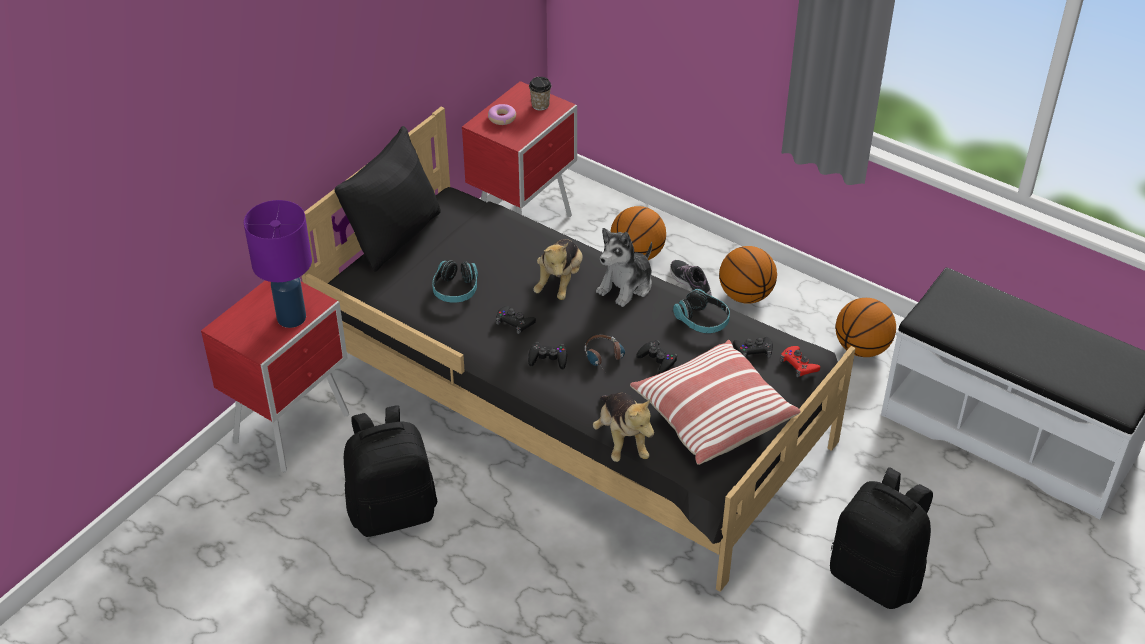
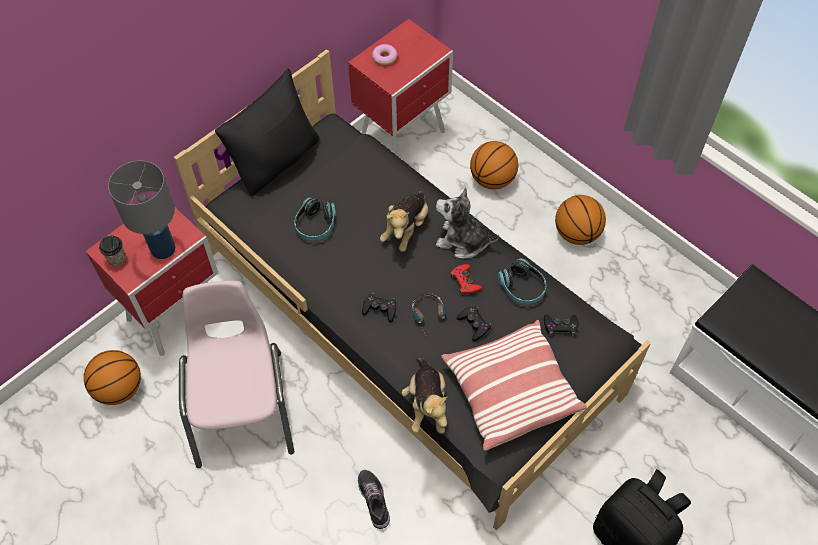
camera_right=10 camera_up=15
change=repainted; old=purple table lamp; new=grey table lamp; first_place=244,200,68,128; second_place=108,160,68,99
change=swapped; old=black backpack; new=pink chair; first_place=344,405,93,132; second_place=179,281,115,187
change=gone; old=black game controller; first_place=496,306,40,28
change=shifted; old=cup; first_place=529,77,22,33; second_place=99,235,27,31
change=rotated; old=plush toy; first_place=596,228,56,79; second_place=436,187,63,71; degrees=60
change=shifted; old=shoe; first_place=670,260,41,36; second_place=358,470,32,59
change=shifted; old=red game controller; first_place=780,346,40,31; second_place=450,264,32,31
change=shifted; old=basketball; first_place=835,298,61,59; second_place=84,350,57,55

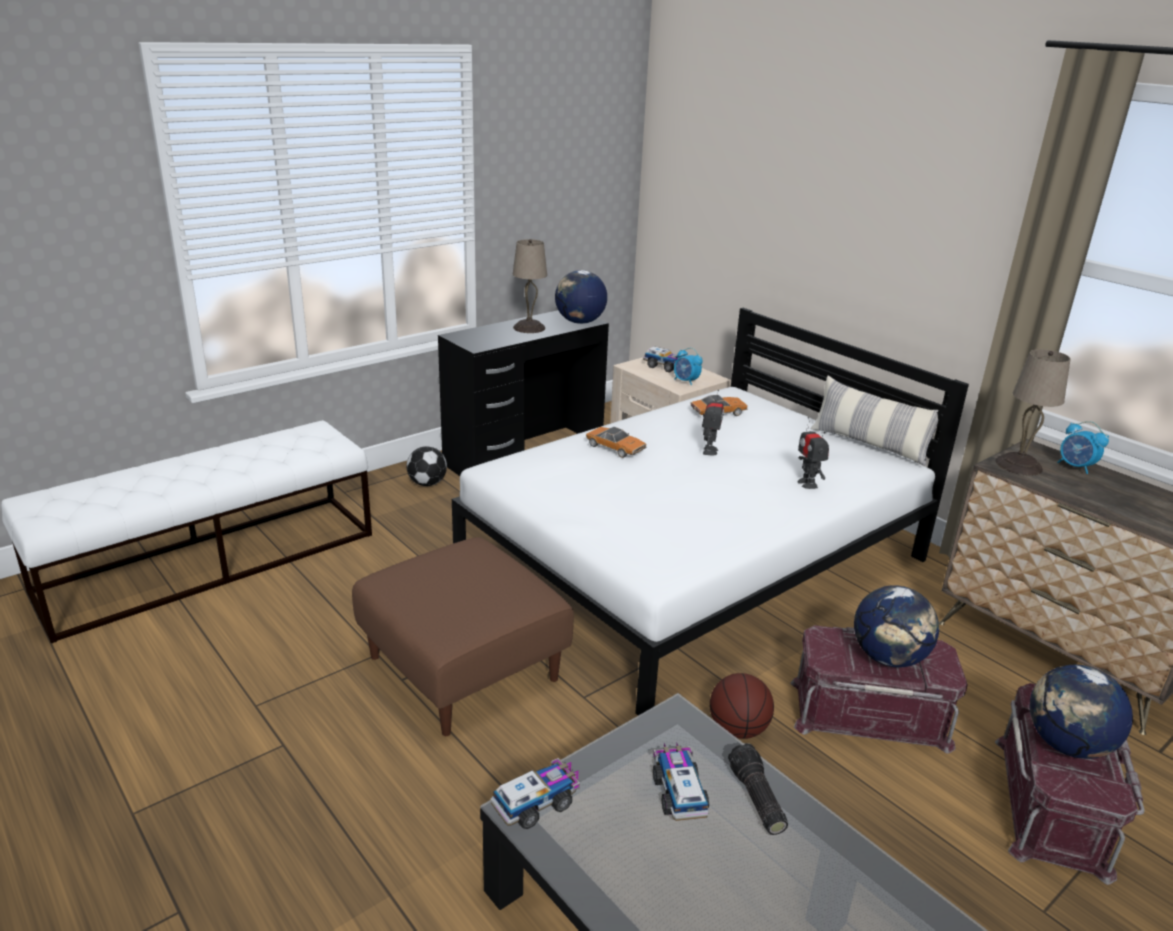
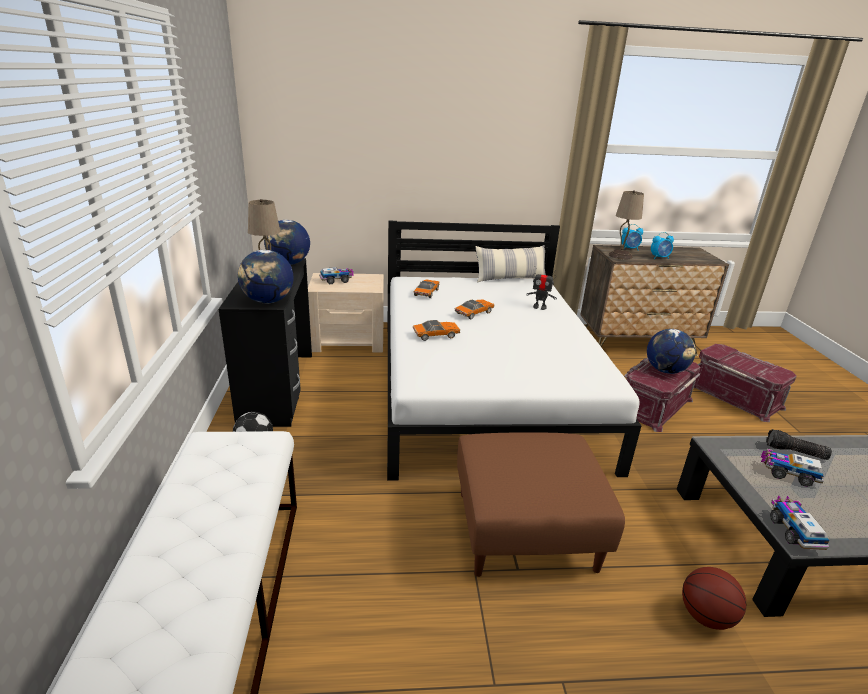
camera_right=-55 camera_up=0
change=shifted; old=alarm clock; first_place=674,348,29,37; second_place=651,232,23,27
change=swapped; old=toy robot; new=toy car; first_place=702,390,22,65; second_place=454,299,40,20
change=shifted; old=basketball; first_place=710,673,64,66; second_place=682,567,64,63
change=shifted; old=globe; first_place=1030,665,103,94; second_place=238,250,56,53

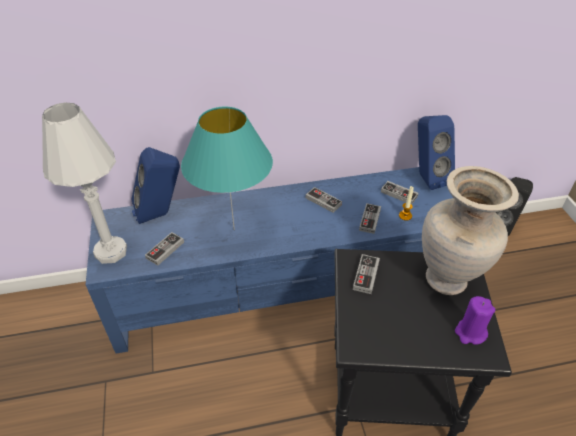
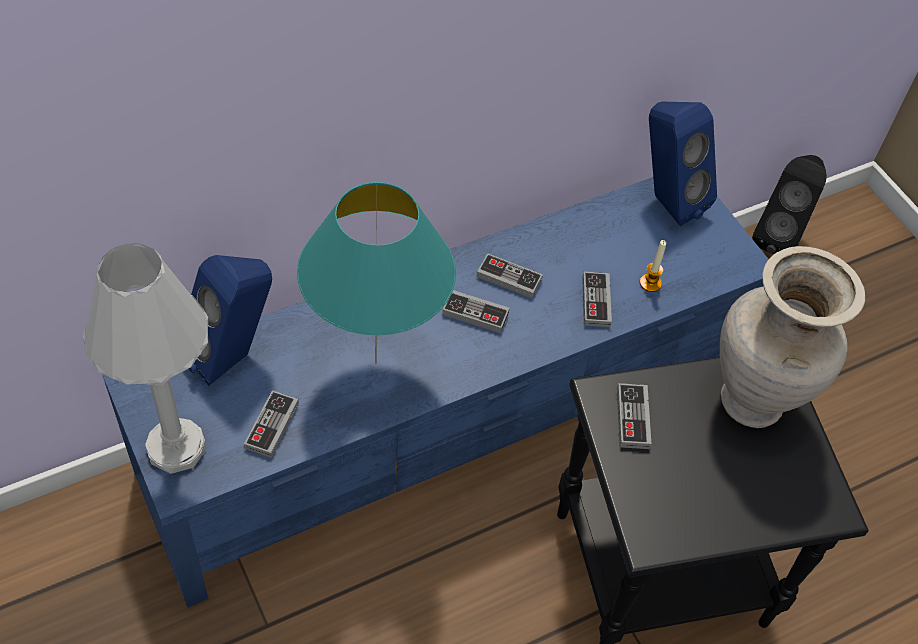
camera_right=-20 camera_up=10
change=shifted; old=game controller; first_place=381,181,37,24; second_place=442,290,68,43
change=gone; old=purple candle; first_place=455,296,40,49

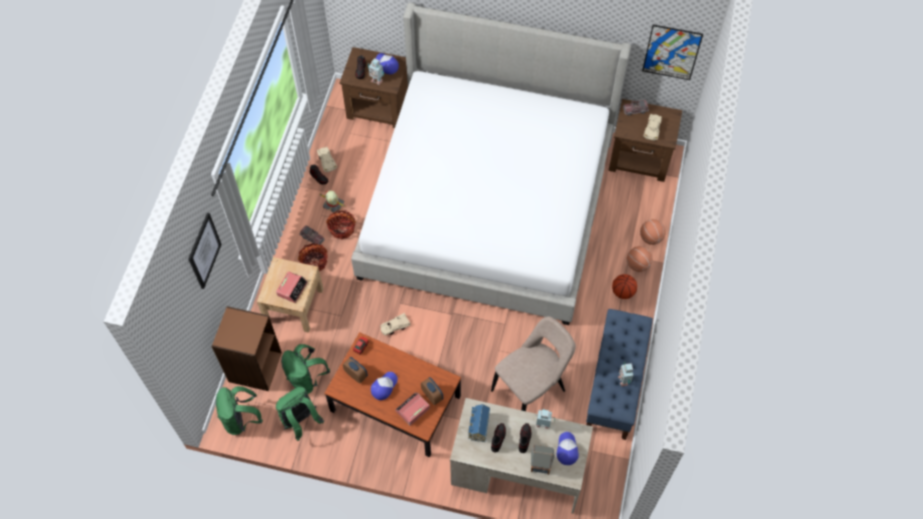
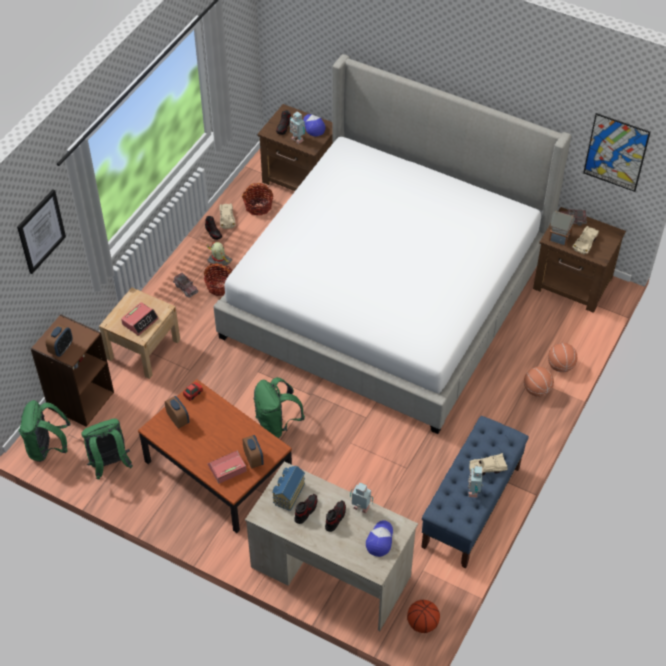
camera_right=15 camera_up=-10
change=shifted; old=green backpack; first_place=281,344,49,50; second_place=254,377,51,61
change=shifted; old=basket; first_place=298,243,30,29; second_place=242,183,32,33
change=gone; old=cap; first_place=371,372,27,28
change=shifted; old=beige toy car; first_place=380,313,31,23; second_place=469,453,38,23
change=gone; old=beige chair; first_place=491,316,85,95
change=shifted; old=toy house; first_place=530,445,25,30; second_place=549,210,26,36
change=shifted; old=basketball; first_place=612,274,25,25; second_place=407,600,33,33
change=new; new=alarm clock; second_place=46,324,27,33

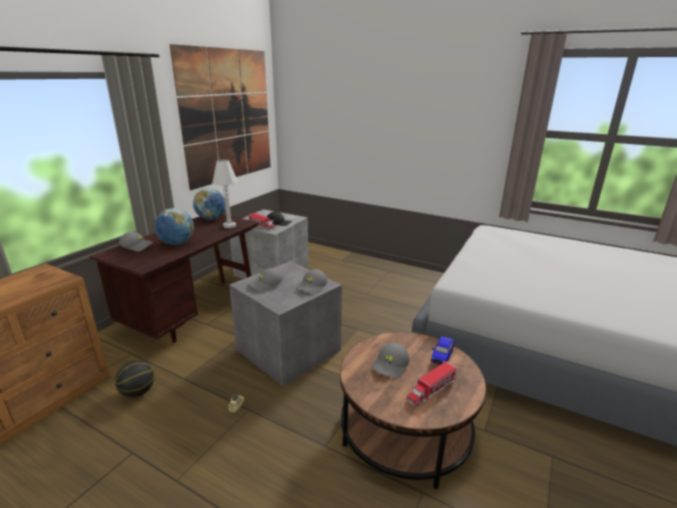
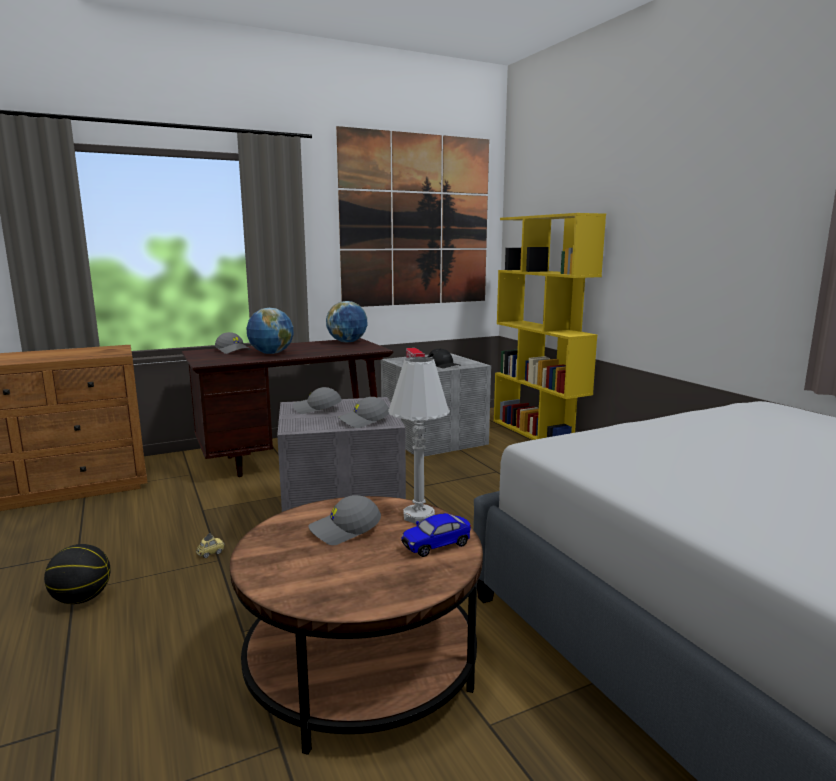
camera_right=35 camera_up=-10
change=shifted; old=basketball; first_place=115,361,39,36; second_place=44,544,67,60
change=shifted; old=white table lamp; first_place=212,160,26,68; second_place=388,357,62,167
change=gone; old=toy truck; first_place=407,361,49,45
change=new; new=yellow bookcase; second_place=494,213,112,227

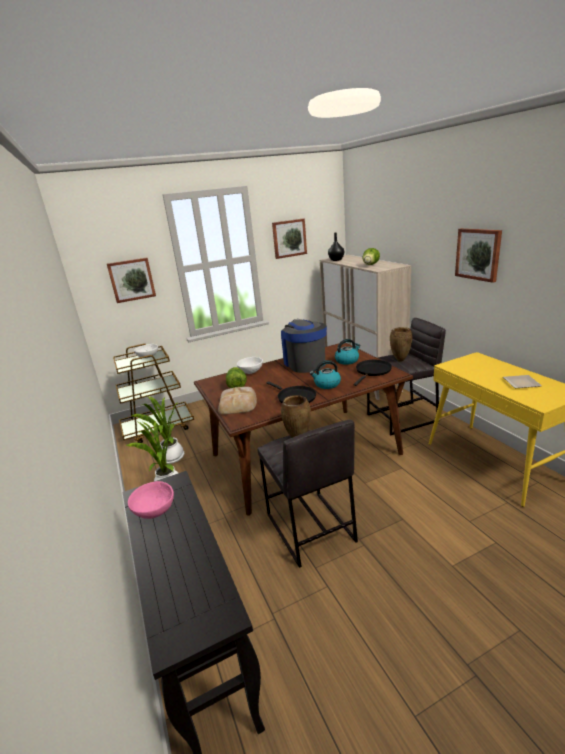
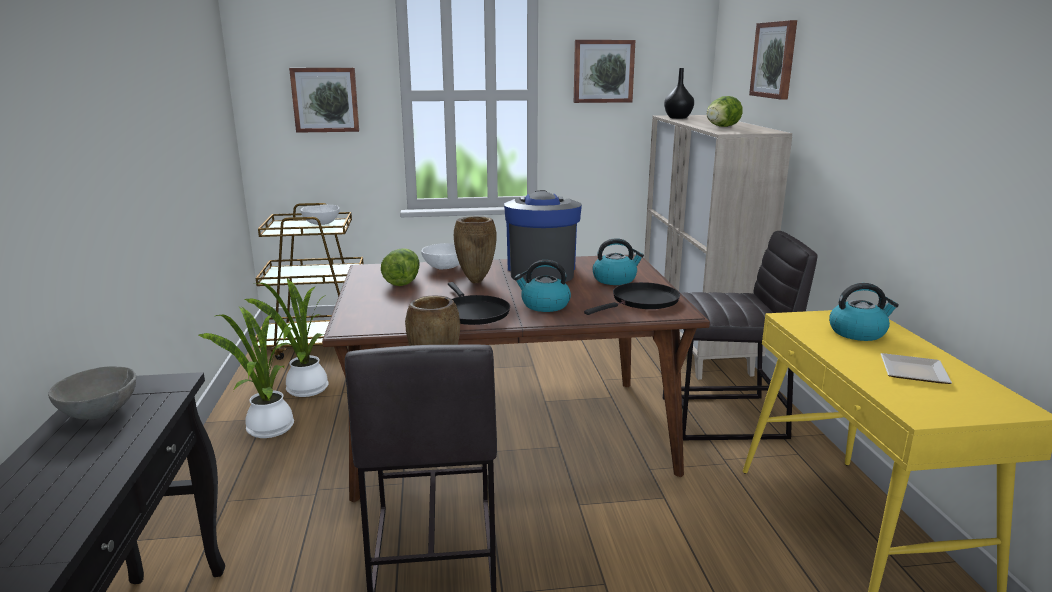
camera_right=15 camera_up=-5
change=repainted; old=pink bowl; new=grey bowl; first_place=128,481,46,38; second_place=48,366,88,54
change=gone; old=bread; first_place=218,387,39,27
change=shifted; old=brown vase; first_place=390,327,22,35; second_place=454,216,42,67
change=shifted; old=picture; first_place=455,228,47,55; second_place=749,20,48,80
change=new; new=kettle; second_place=829,283,70,58

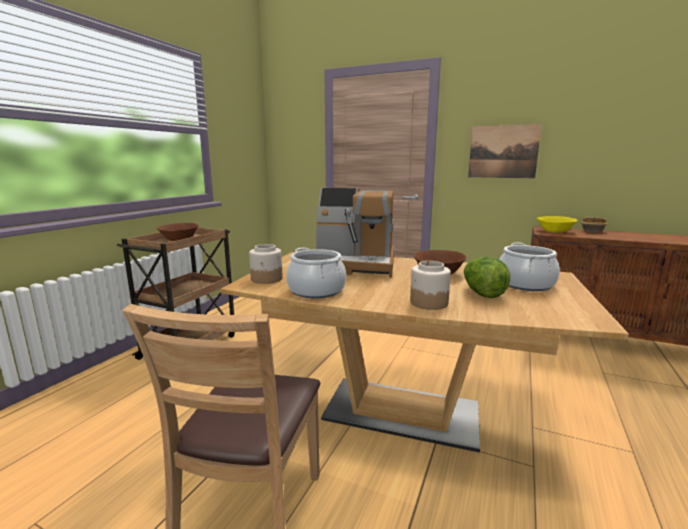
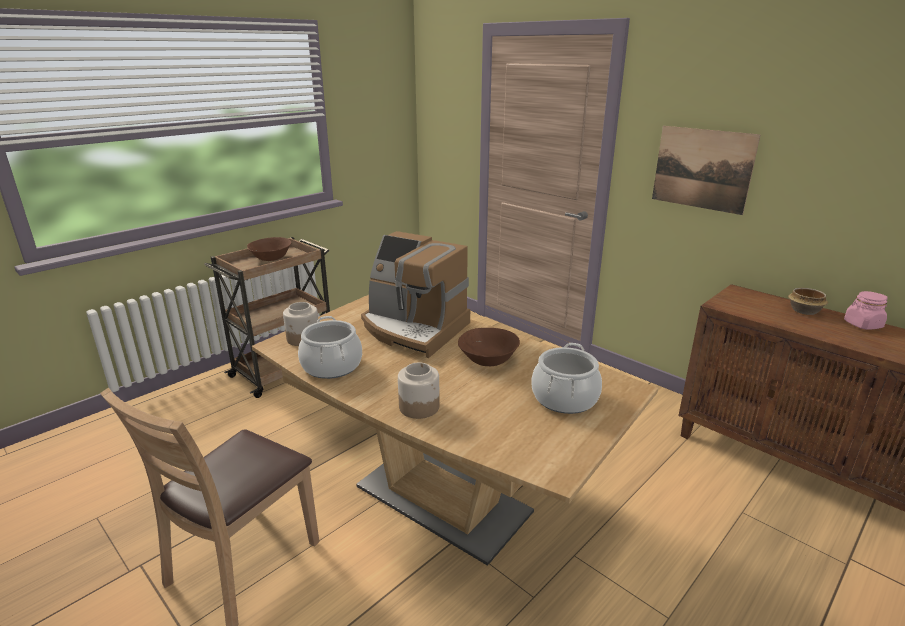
camera_right=20 camera_up=10
change=gone; old=lettuce; first_place=464,256,46,42
change=gone; old=yellow bowl; first_place=537,216,41,17
change=new; new=pink jar; second_place=844,291,44,39

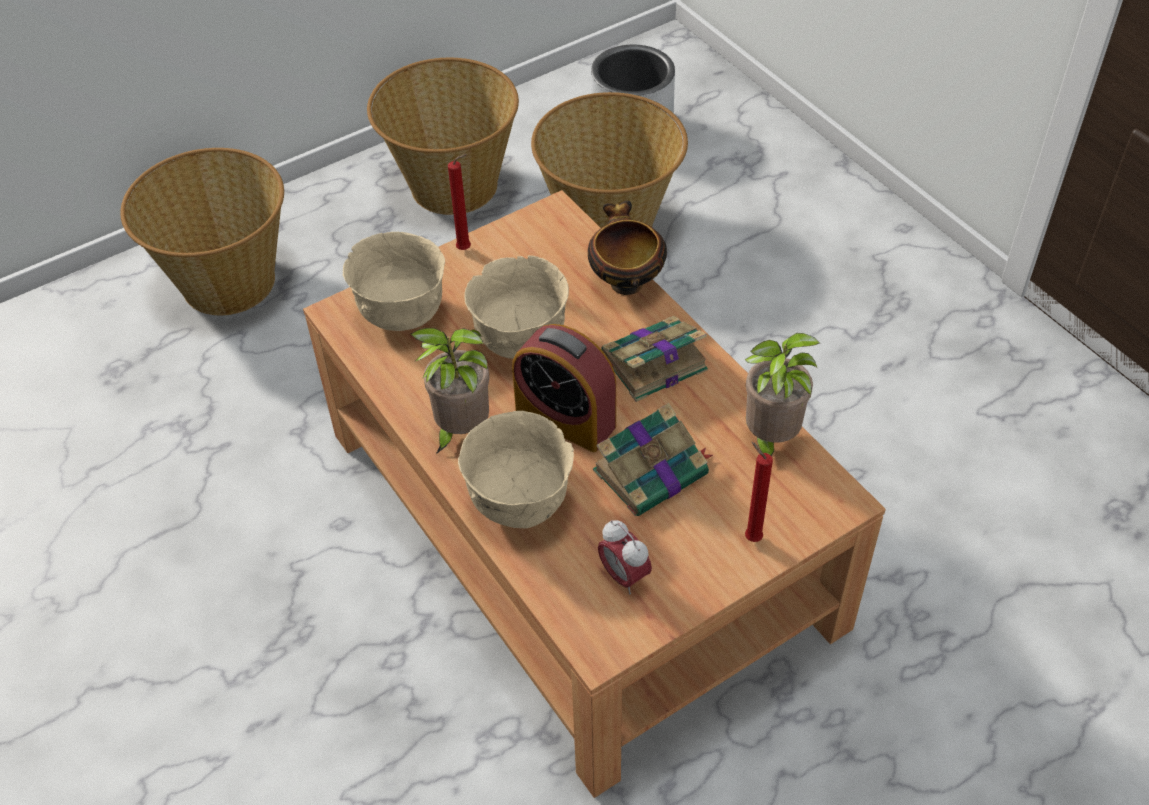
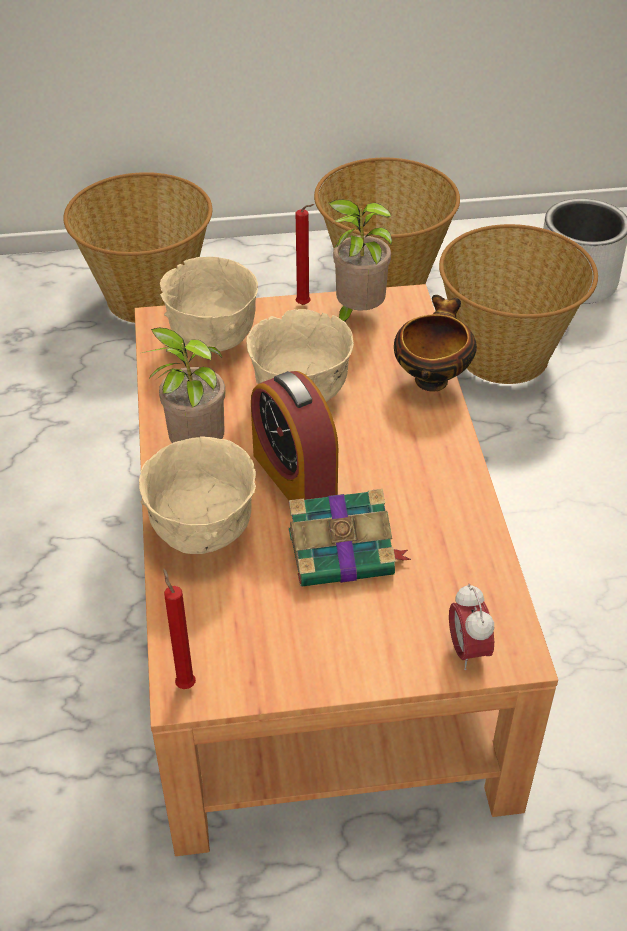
camera_right=25 camera_up=-5
change=shifted; old=alarm clock; first_place=598,520,54,74; second_place=449,584,45,86
change=gone; old=book; first_place=601,316,107,86
change=shifted; old=potted plant; first_place=745,333,75,123; second_place=329,199,63,123
change=shifted; old=red candle; first_place=745,442,28,100; second_place=163,568,33,121

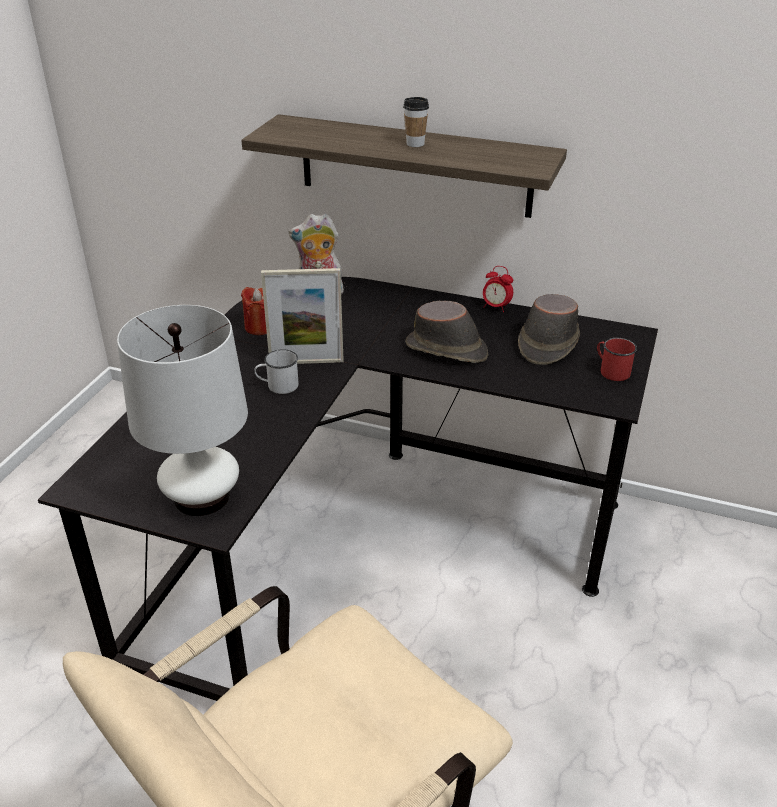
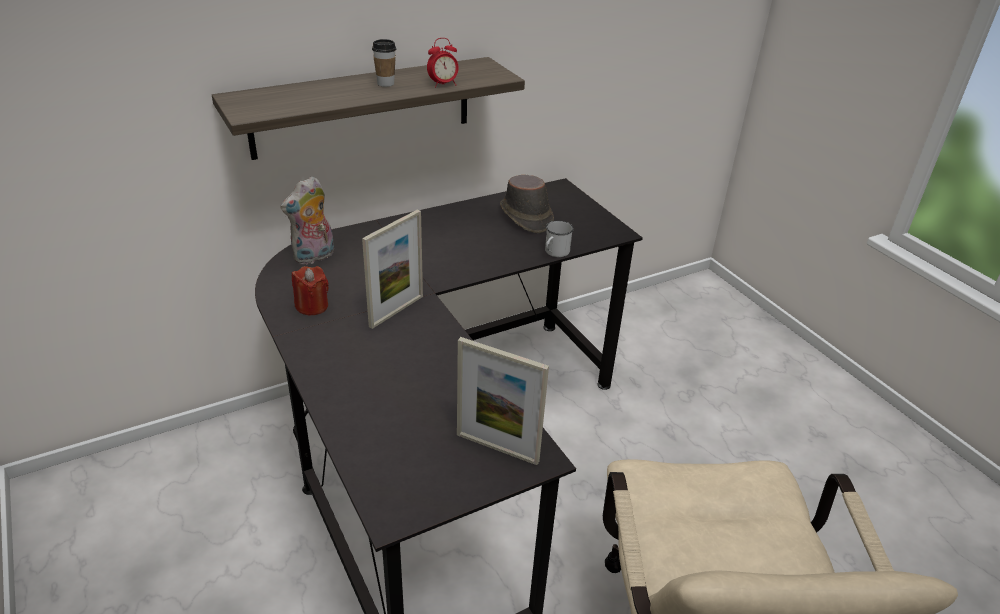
camera_right=-50 camera_up=0
change=swapped; old=white table lamp; new=picture frame; first_place=117,305,131,211; second_place=457,337,92,128
change=shifted; old=white mug; first_place=254,349,45,45; second_place=545,221,29,36
change=gone; old=brown hat; first_place=405,301,83,62
change=shifted; old=alarm clock; first_place=483,266,30,46; second_place=427,38,32,50
change=gone; old=red mug; first_place=597,338,40,43

